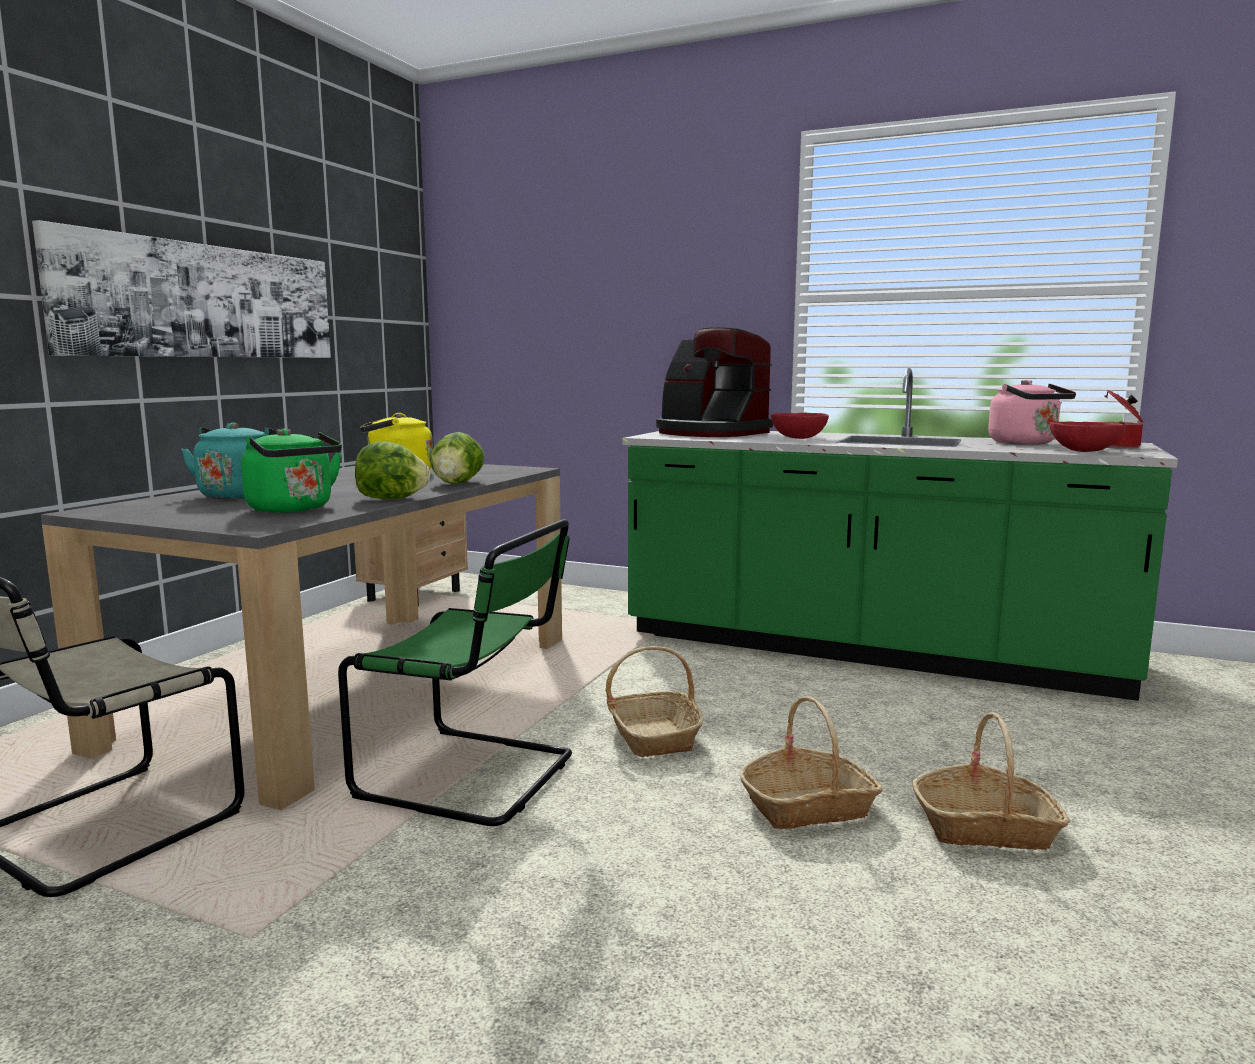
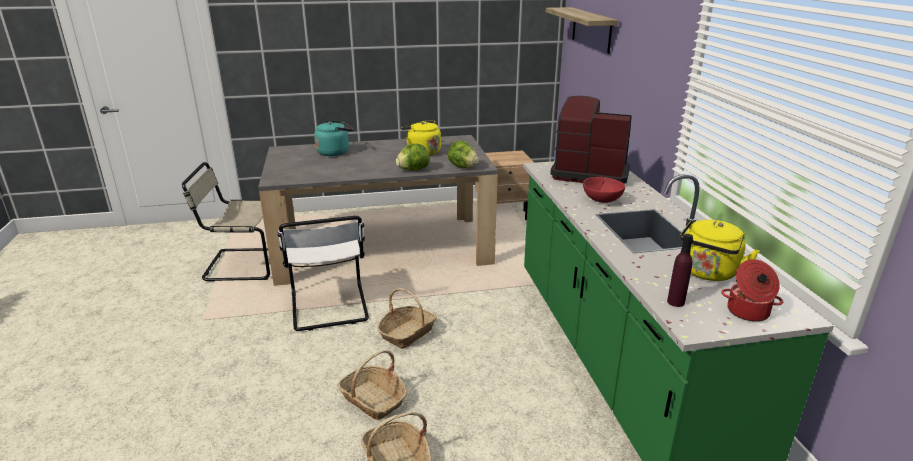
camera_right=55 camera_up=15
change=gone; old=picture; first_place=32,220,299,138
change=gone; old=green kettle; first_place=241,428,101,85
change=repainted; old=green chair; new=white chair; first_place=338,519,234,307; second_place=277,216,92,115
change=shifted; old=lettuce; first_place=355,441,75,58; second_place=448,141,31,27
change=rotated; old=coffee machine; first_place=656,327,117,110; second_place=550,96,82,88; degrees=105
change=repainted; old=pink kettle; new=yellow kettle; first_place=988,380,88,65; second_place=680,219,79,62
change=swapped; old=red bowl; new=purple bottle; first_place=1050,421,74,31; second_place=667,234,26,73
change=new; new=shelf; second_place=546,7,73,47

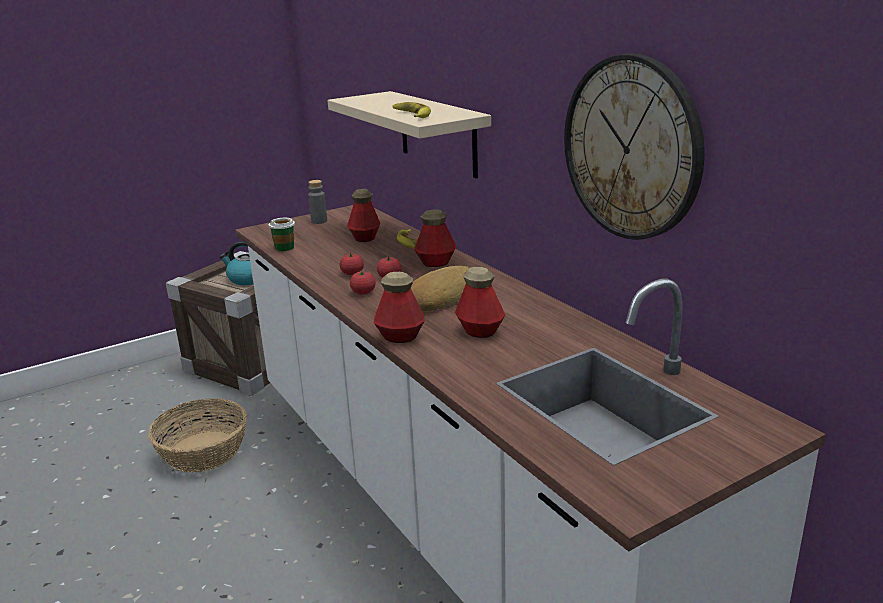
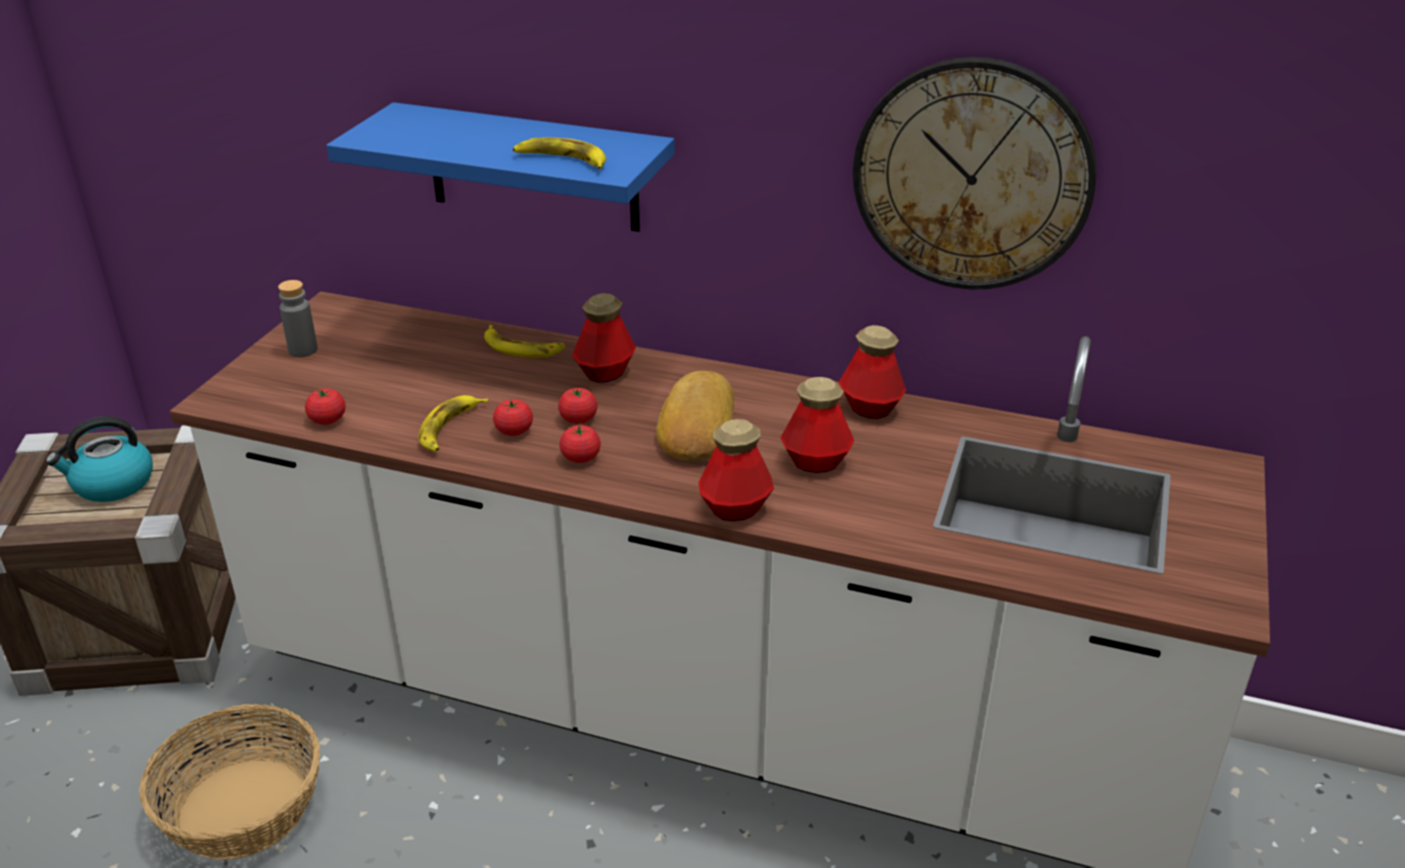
camera_right=-40 camera_up=10
change=swapped; old=cup; new=tomato; first_place=268,218,27,33; second_place=305,389,41,36
change=repainted; old=beige shelf; new=blue shelf; first_place=327,91,164,87; second_place=326,102,349,130
change=shifted; old=bottle; first_place=347,189,33,53; second_place=838,325,68,94
change=new; new=banana; second_place=418,395,70,57

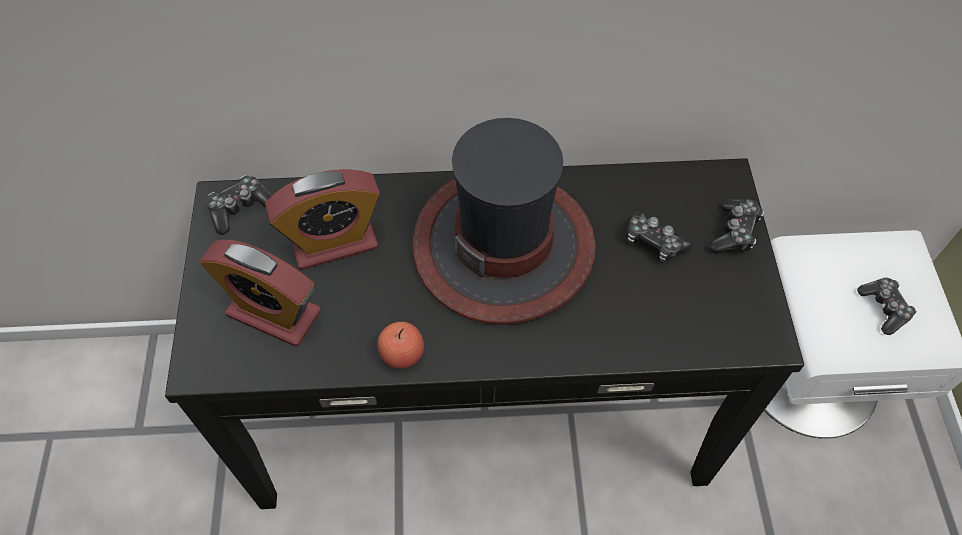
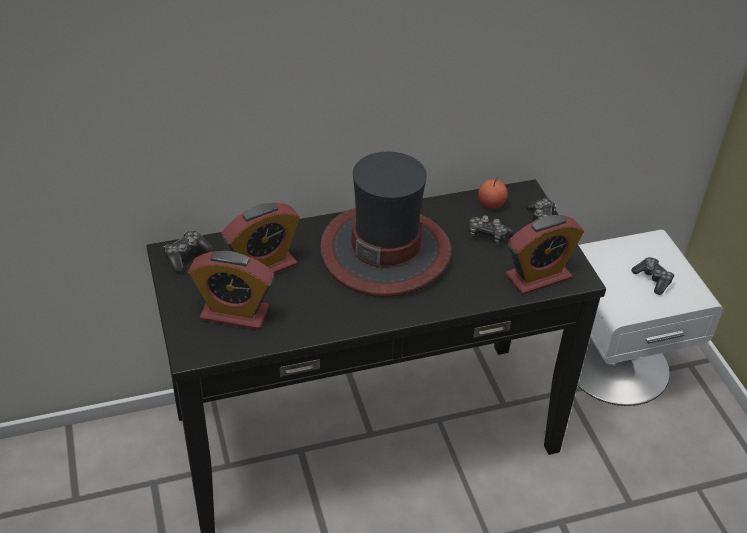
camera_right=-15 camera_up=-15
change=shifted; old=apple; first_place=377,322,47,47; second_place=478,177,30,32
change=new; new=alarm clock; second_place=506,215,78,80

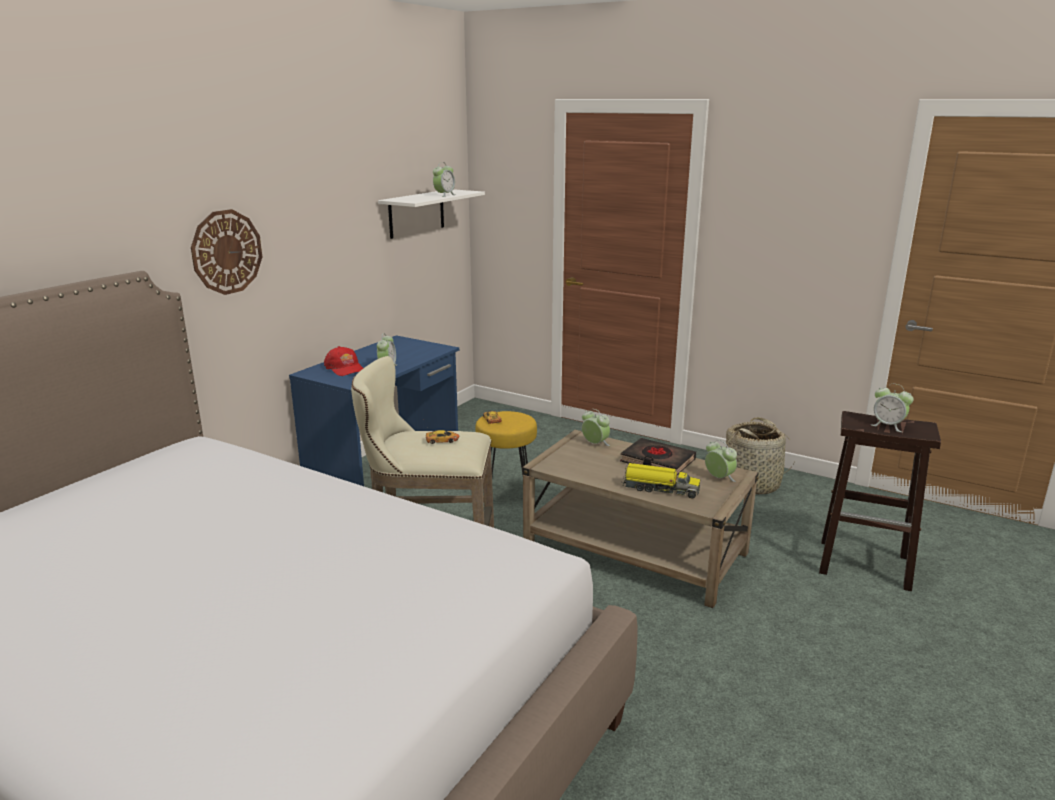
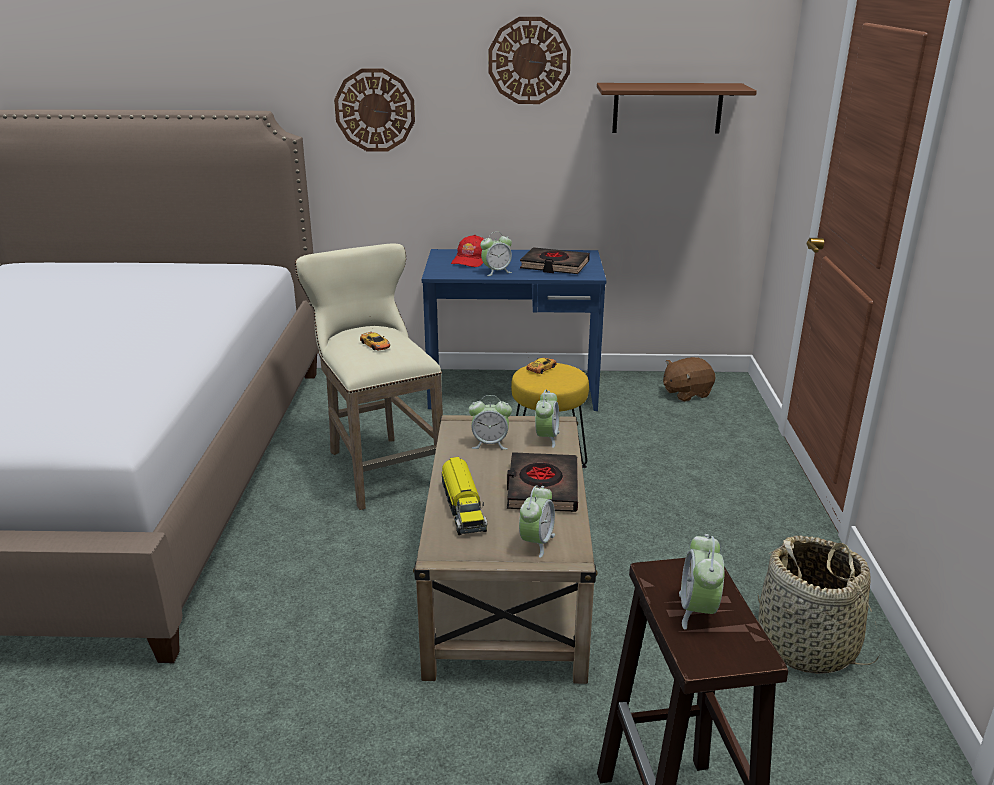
camera_right=60 camera_up=5
change=repainted; old=white shelf; new=brown shelf; first_place=378,189,107,50; second_place=597,83,160,51
change=shifted; old=alarm clock; first_place=433,162,23,35; second_place=468,395,44,55
change=new; new=wall clock; second_place=489,17,82,87
change=new; new=black book; second_place=520,247,70,27
change=new; new=brown plush toy; second_place=663,357,52,45

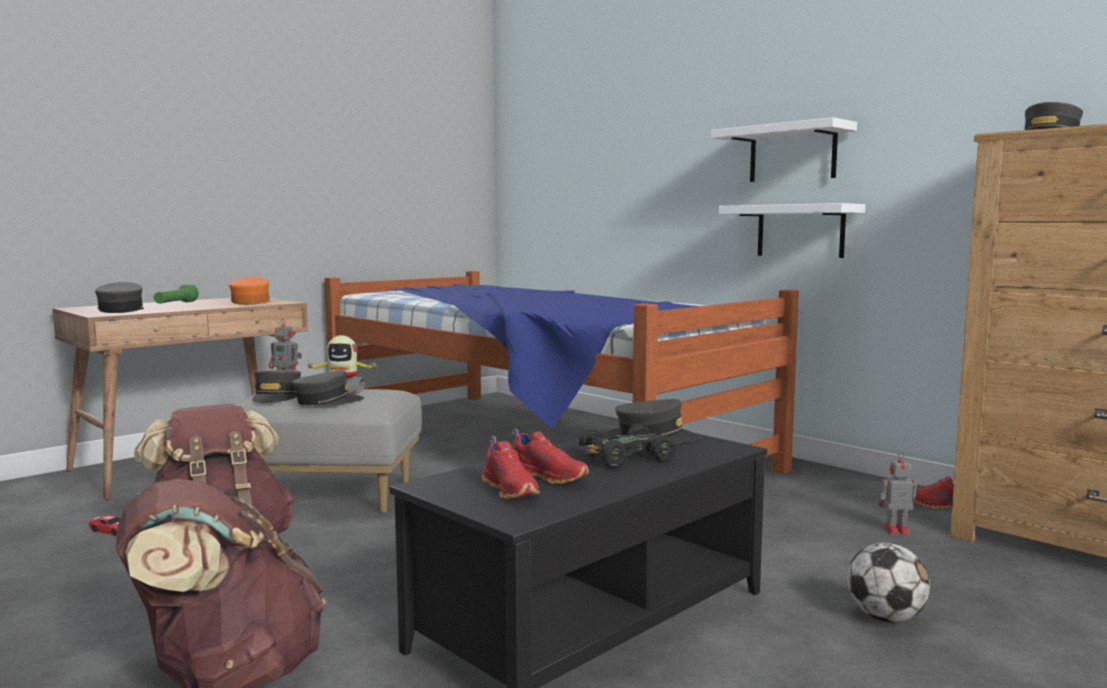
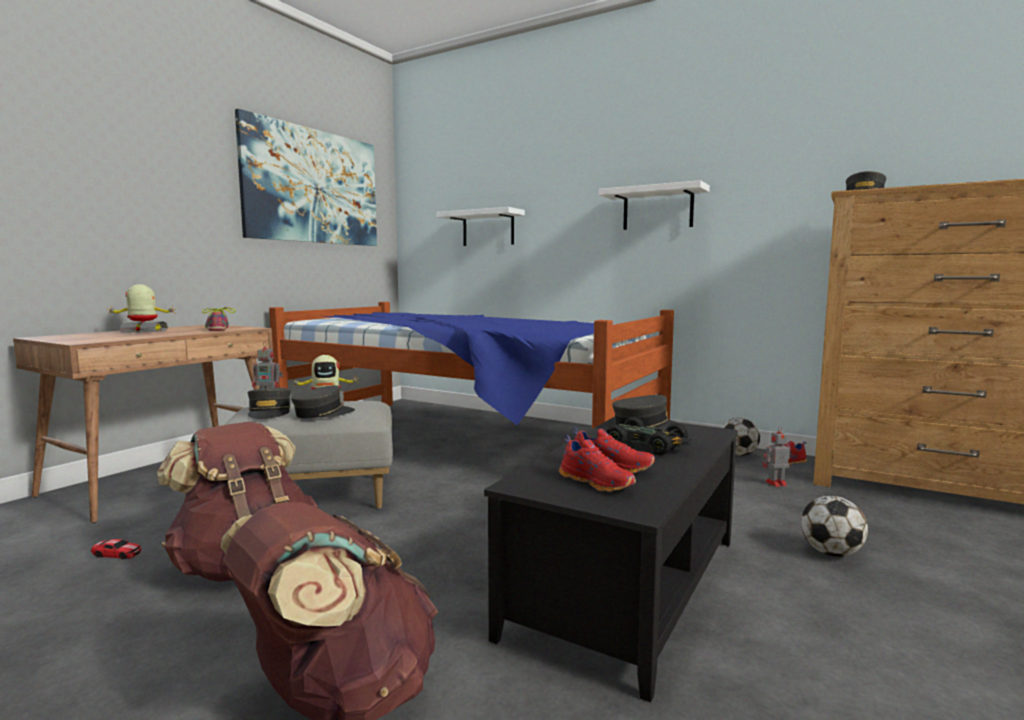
camera_right=-15 camera_up=0
change=gone; old=grey cap; first_place=95,282,49,31
change=swapped; old=green flashlight; new=toy robot; first_place=154,284,45,20; second_place=106,284,71,49
change=swapped; old=orange cap; new=shoe; first_place=229,277,41,28; second_place=203,307,33,24
change=rotated; old=black toy car; first_place=576,424,100,44; second_place=606,417,86,38; degrees=-105
change=shifted; old=white shelf; first_place=719,203,146,55; second_place=437,207,88,39
change=new; new=picture; second_place=235,109,142,137
change=new; new=football; second_place=722,418,38,38

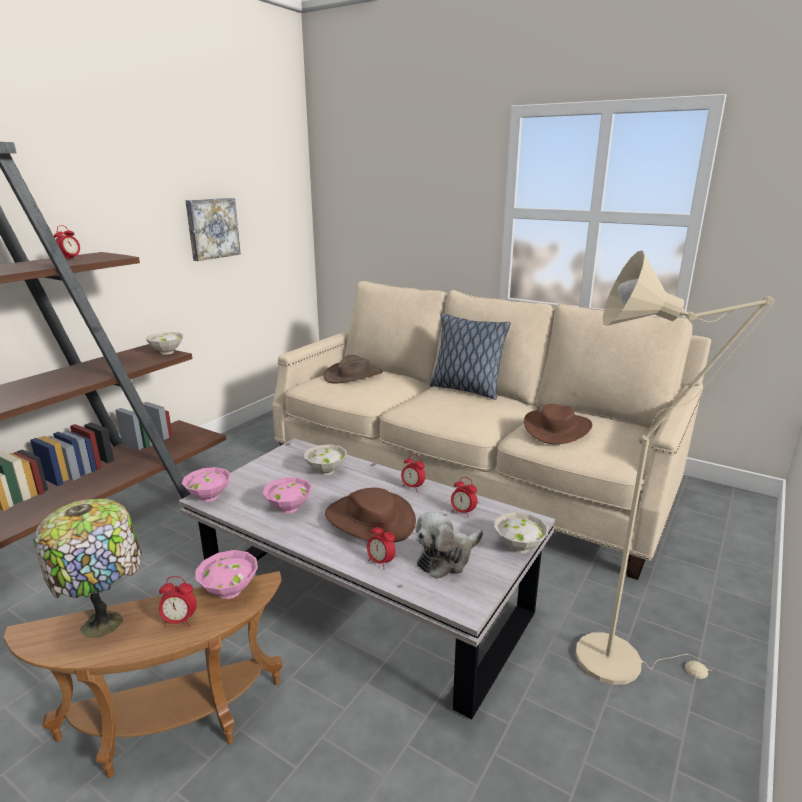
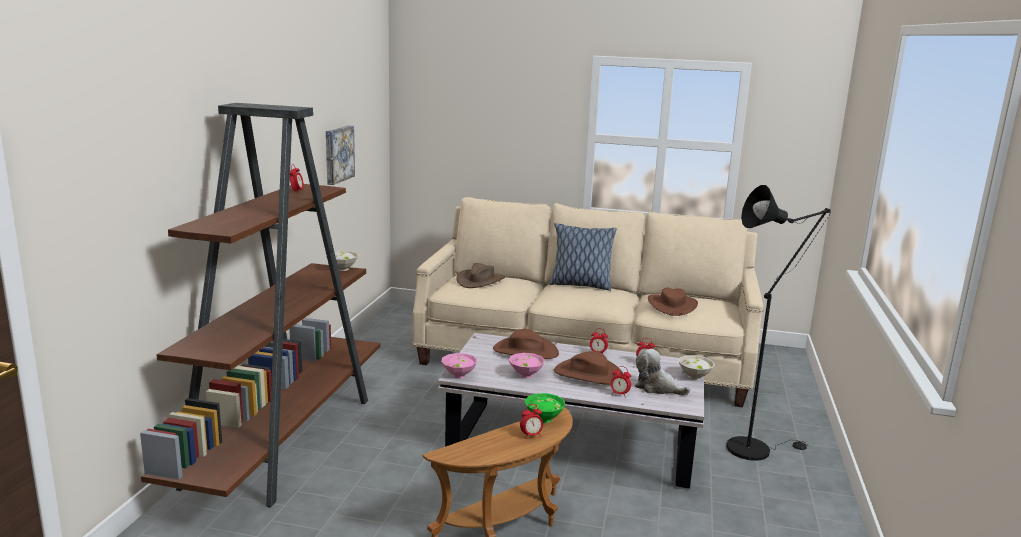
camera_right=-20 camera_up=-5
change=gone; old=table lamp; first_place=33,498,109,140
change=repainted; old=pink bowl; new=green bowl; first_place=195,550,63,49; second_place=525,393,41,30
change=swapped; old=white bowl; new=brown hat; first_place=304,444,43,32; second_place=493,329,66,30
change=rotated; old=plush toy; first_place=415,512,68,67; second_place=635,349,55,46; degrees=90
change=repainted; old=beige floor lamp; new=black floor lamp; first_place=575,250,200,435; second_place=726,185,105,276

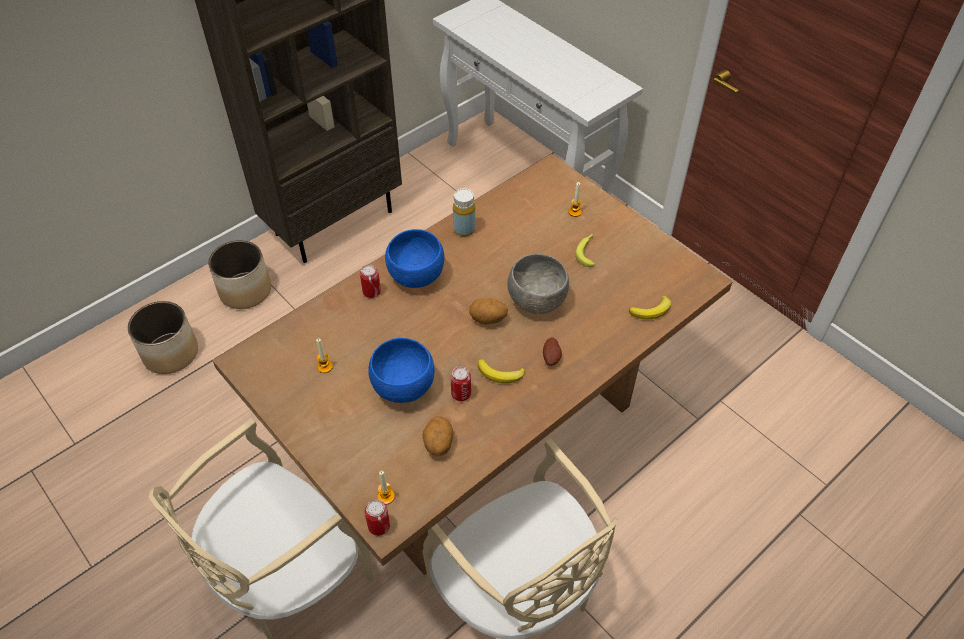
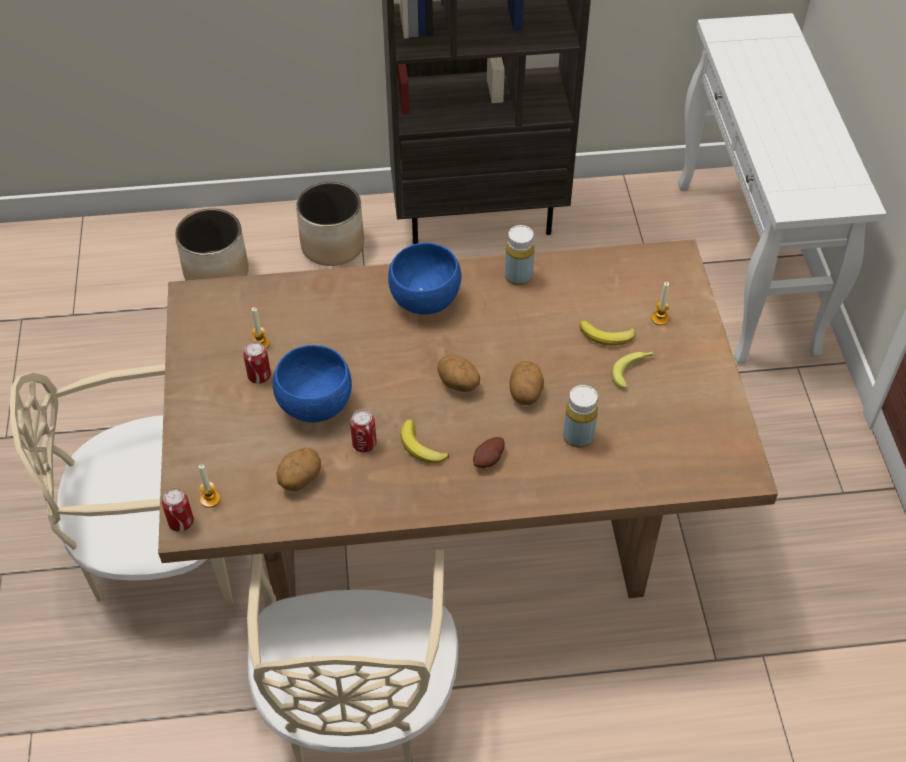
camera_right=35 camera_up=0
change=shifted; old=can; first_place=360,265,21,33; second_place=243,341,28,43
change=swapped; old=grey bowl; new=potato; first_place=507,254,62,60; second_place=509,361,35,44
change=shifted; old=banana; first_place=629,296,42,23; second_place=580,320,55,26
change=new; new=yellow bottle; second_place=563,385,35,63

